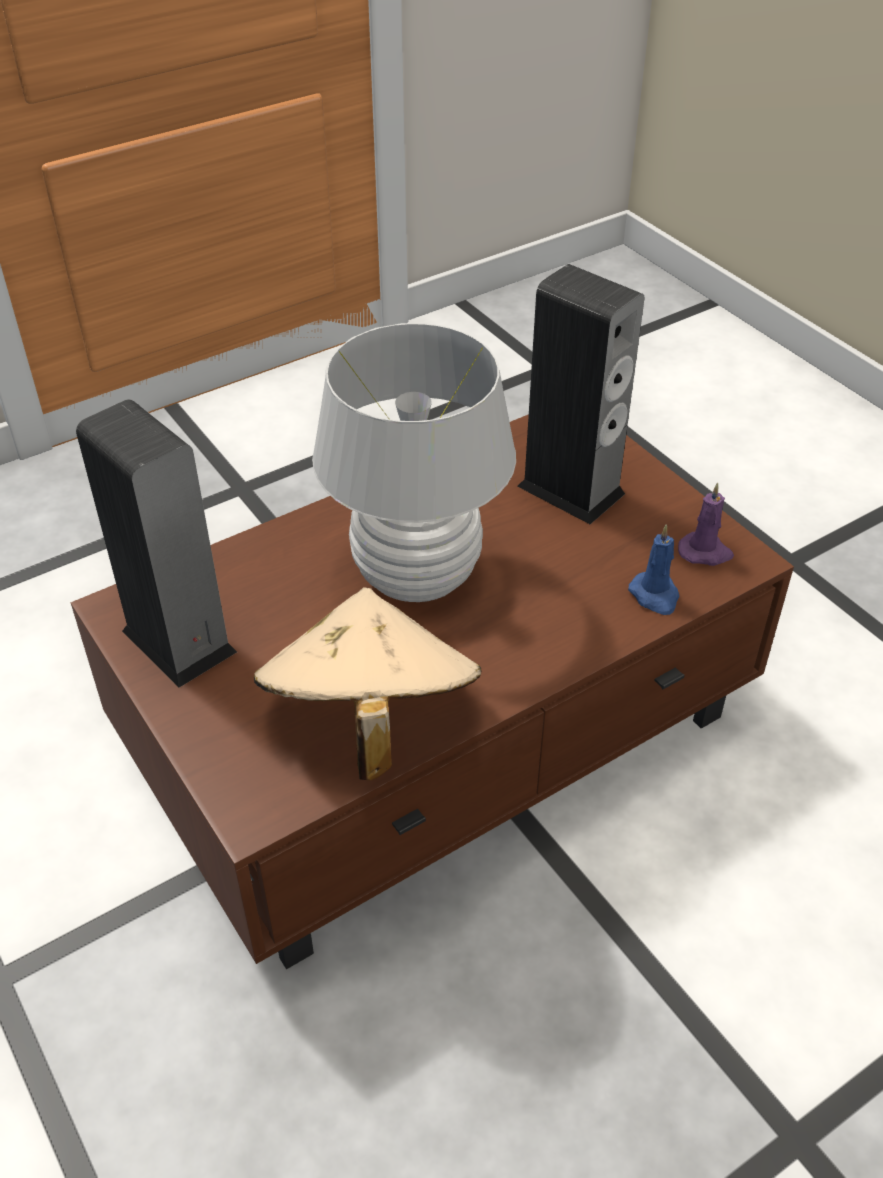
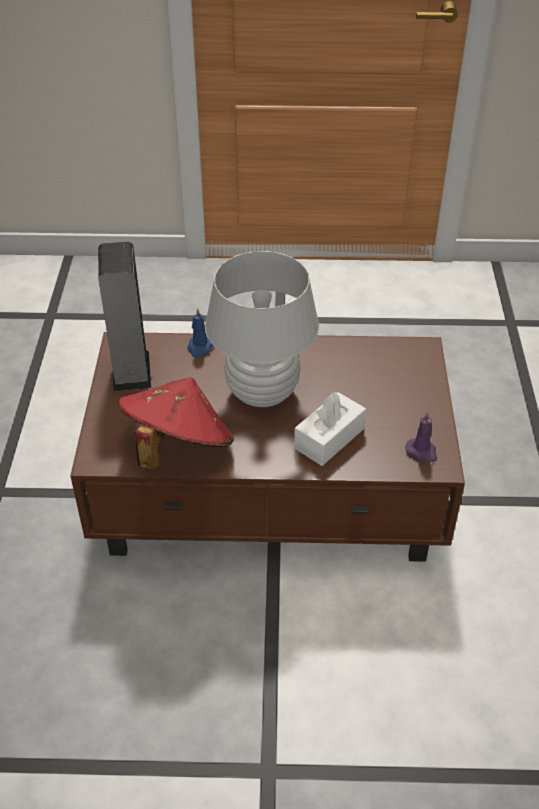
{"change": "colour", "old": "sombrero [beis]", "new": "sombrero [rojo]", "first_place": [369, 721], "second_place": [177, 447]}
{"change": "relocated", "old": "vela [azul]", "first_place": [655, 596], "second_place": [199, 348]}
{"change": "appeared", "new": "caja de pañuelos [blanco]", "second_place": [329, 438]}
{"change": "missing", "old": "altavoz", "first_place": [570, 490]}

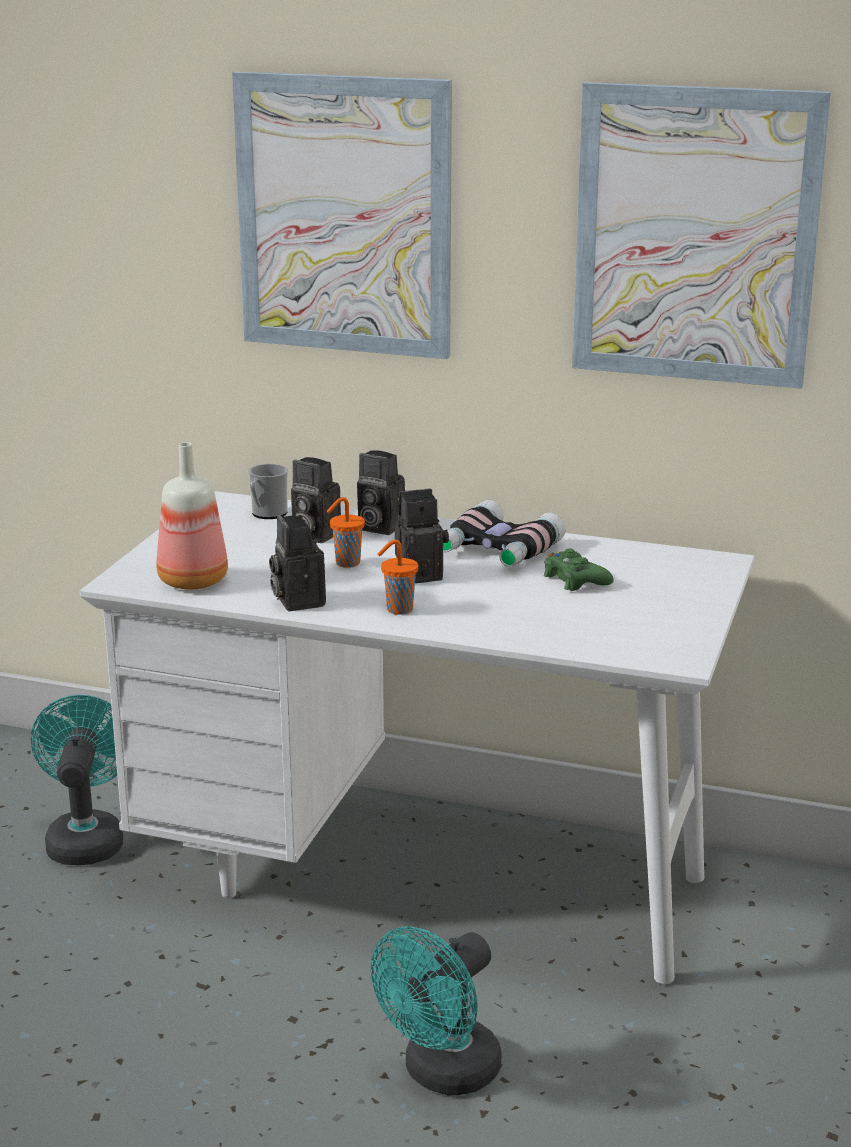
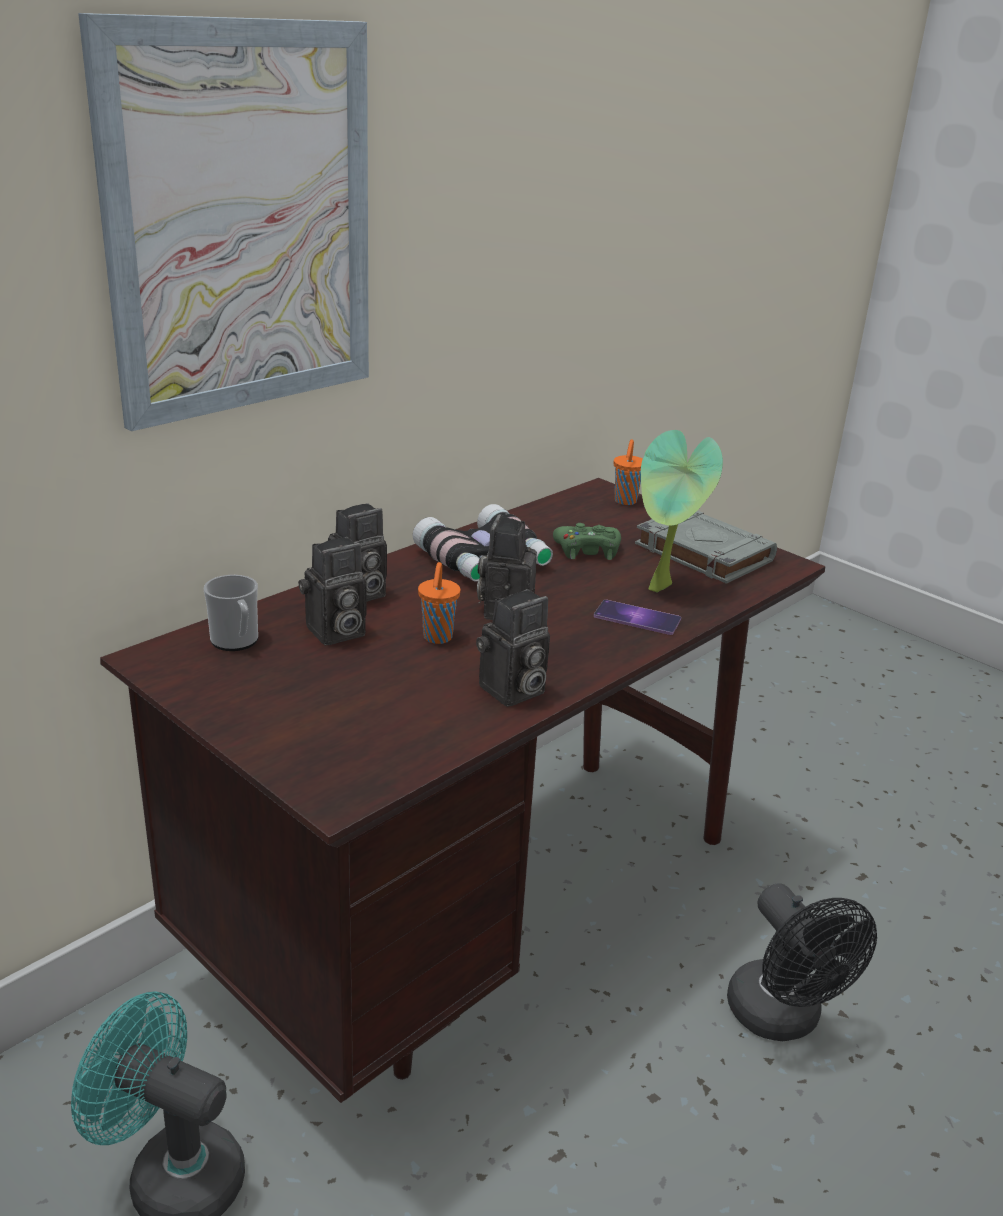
{"change": "colour", "old": "escritorio [blanco]", "new": "escritorio [marrón]", "first_place": [426, 879], "second_place": [483, 912]}
{"change": "spun", "old": "cámara", "first_place": [297, 600], "second_place": [511, 692], "degrees": -45}
{"change": "appeared", "new": "móvil", "second_place": [637, 618]}
{"change": "relocated", "old": "taza [naranja]", "first_place": [398, 610], "second_place": [625, 501]}
{"change": "appeared", "new": "libro [gris]", "second_place": [702, 552]}
{"change": "appeared", "new": "planta en maceta", "second_place": [662, 589]}
{"change": "colour", "old": "ventilador [turquesa]", "new": "ventilador [negro]", "first_place": [442, 1074], "second_place": [782, 1019]}
{"change": "missing", "old": "botella", "first_place": [190, 581]}
{"change": "missing", "old": "cuadro", "first_place": [695, 236]}

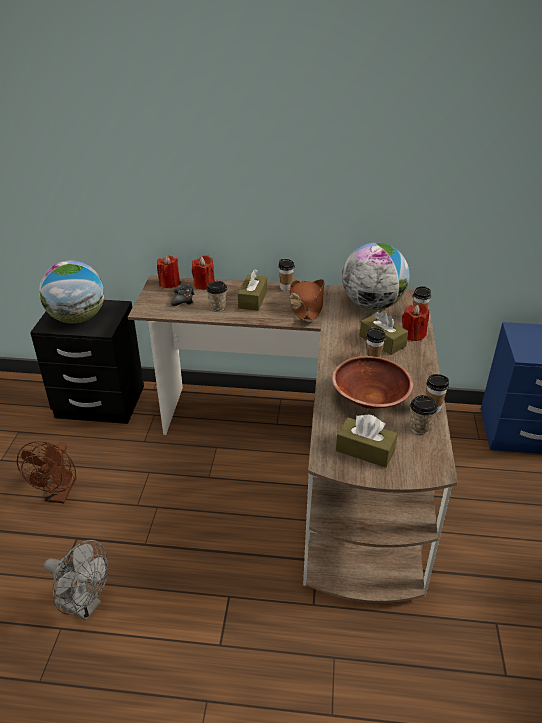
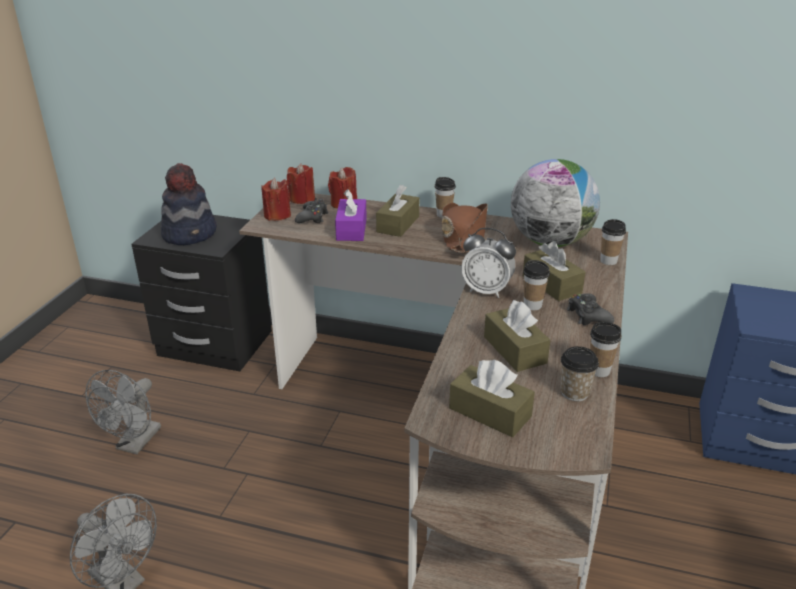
{"change": "colour", "old": "ventilador [marrón]", "new": "ventilador [gris]", "first_place": [59, 495], "second_place": [135, 444]}
{"change": "exchanged", "old": "globo terráqueo", "new": "sombrero", "first_place": [77, 318], "second_place": [190, 234]}
{"change": "relocated", "old": "vela [rojo]", "first_place": [413, 334], "second_place": [277, 215]}
{"change": "exchanged", "old": "taza", "new": "caja de pañuelos [morado]", "first_place": [218, 307], "second_place": [351, 229]}
{"change": "appeared", "new": "despertador", "second_place": [486, 291]}
{"change": "exchanged", "old": "cuenco [marrón]", "new": "caja de pañuelos [marrón]", "first_place": [369, 398], "second_place": [514, 350]}
{"change": "appeared", "new": "mando de consola [negro]", "second_place": [588, 315]}

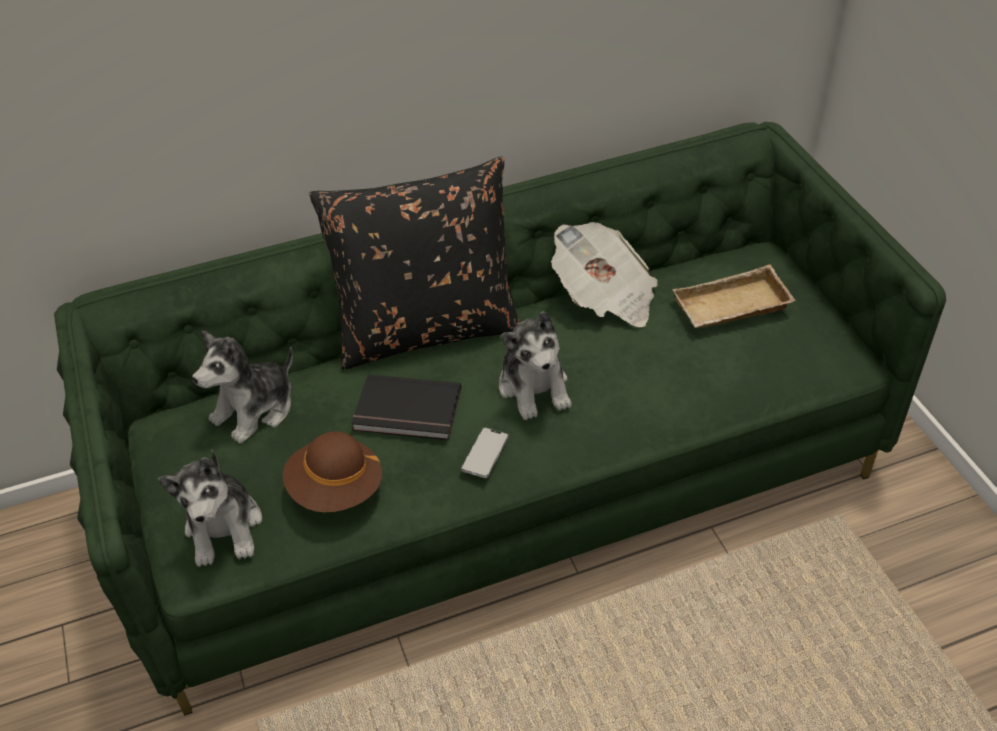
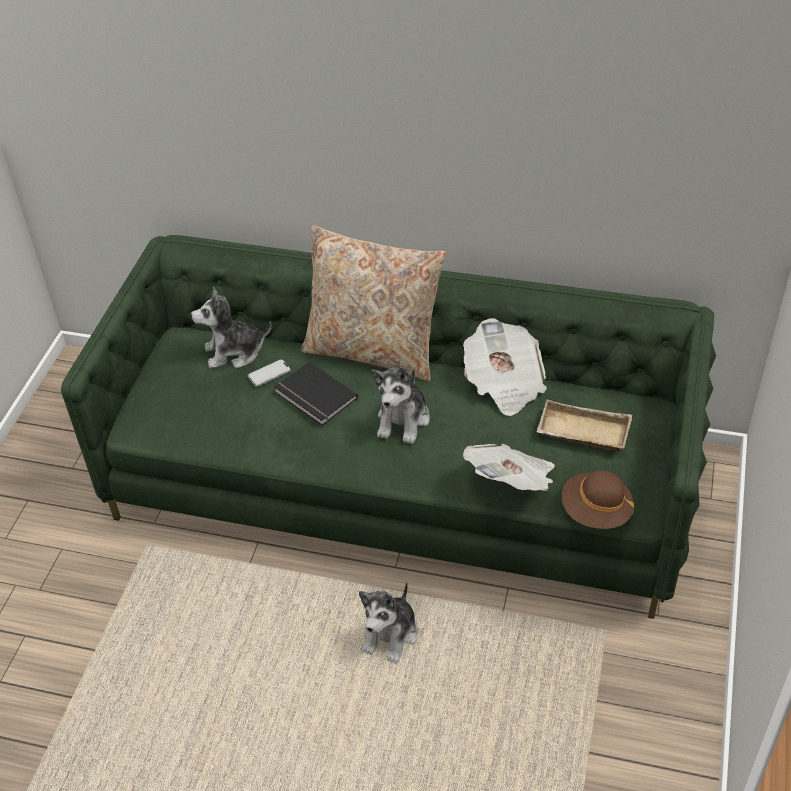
{"change": "relocated", "old": "móvil", "first_place": [485, 453], "second_place": [269, 373]}
{"change": "colour", "old": "cojín [negro]", "new": "cojín [beis]", "first_place": [427, 329], "second_place": [374, 351]}
{"change": "relocated", "old": "peluche", "first_place": [224, 527], "second_place": [391, 635]}
{"change": "appeared", "new": "periódico", "second_place": [512, 482]}
{"change": "relocated", "old": "sombrero [marrón]", "first_place": [336, 489], "second_place": [595, 512]}

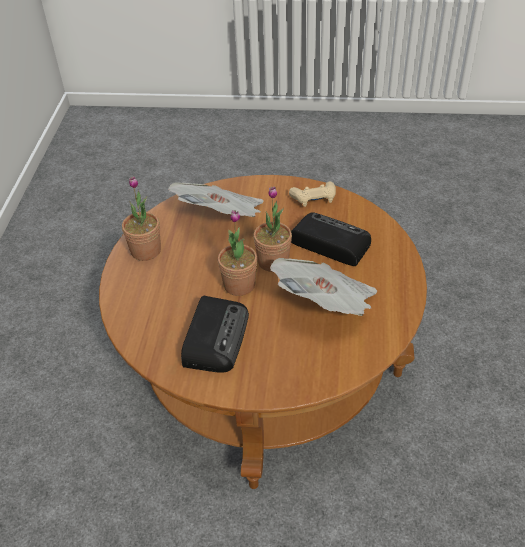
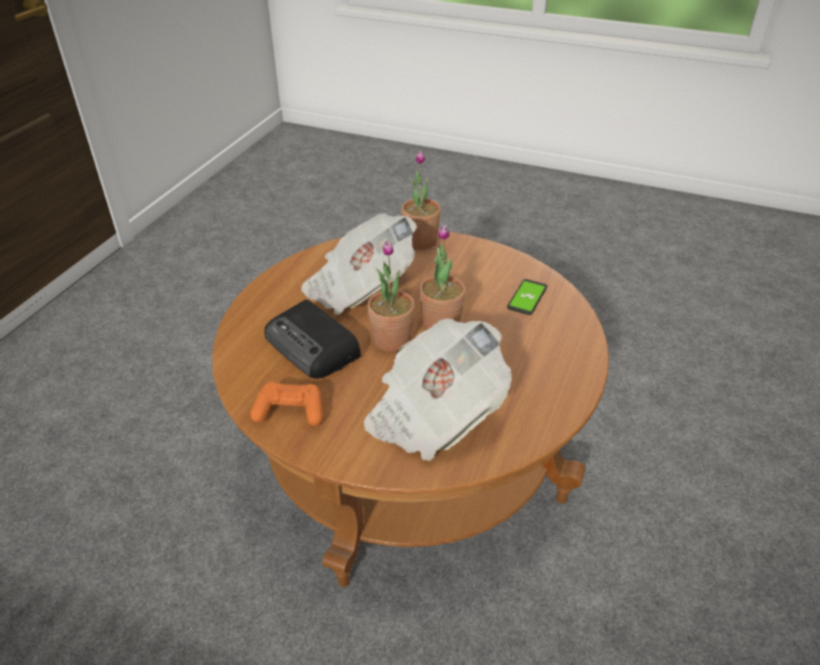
{"change": "colour", "old": "mando de consola [beis]", "new": "mando de consola [naranja]", "first_place": [314, 199], "second_place": [290, 411]}
{"change": "relocated", "old": "planta en maceta", "first_place": [146, 251], "second_place": [420, 241]}
{"change": "appeared", "new": "móvil", "second_place": [527, 297]}
{"change": "missing", "old": "radio", "first_place": [215, 337]}

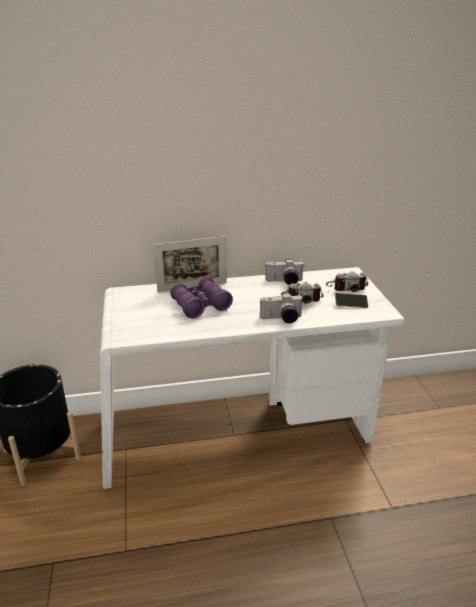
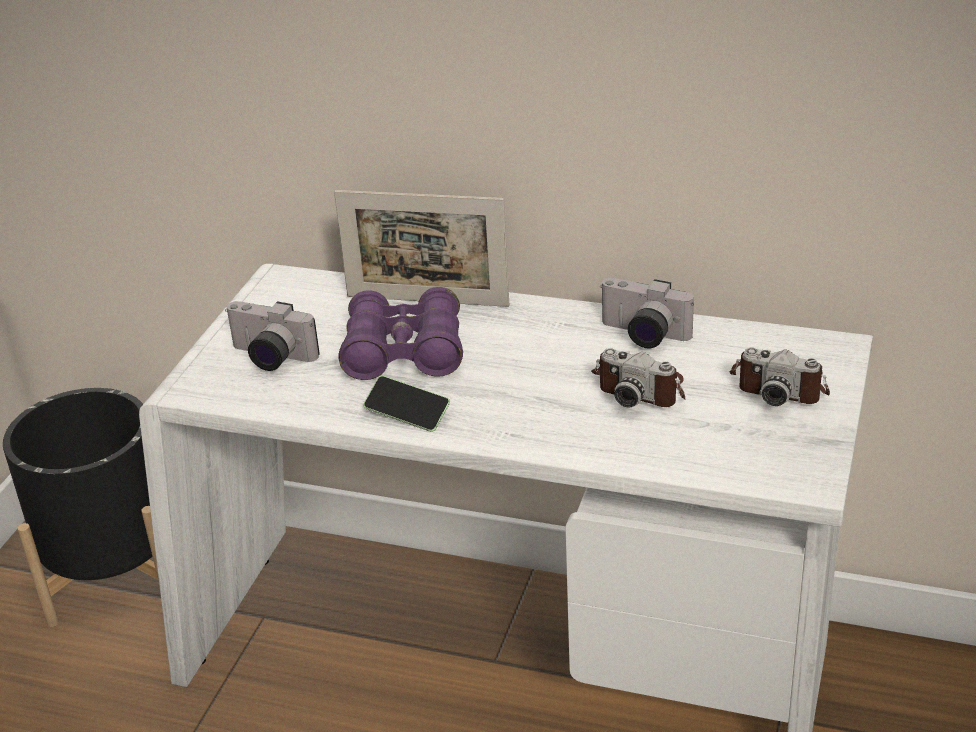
{"change": "relocated", "old": "cámara", "first_place": [281, 319], "second_place": [269, 358]}
{"change": "relocated", "old": "móvil", "first_place": [350, 304], "second_place": [407, 413]}

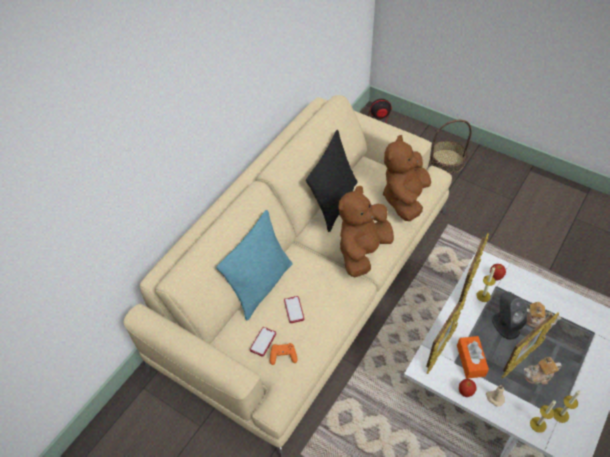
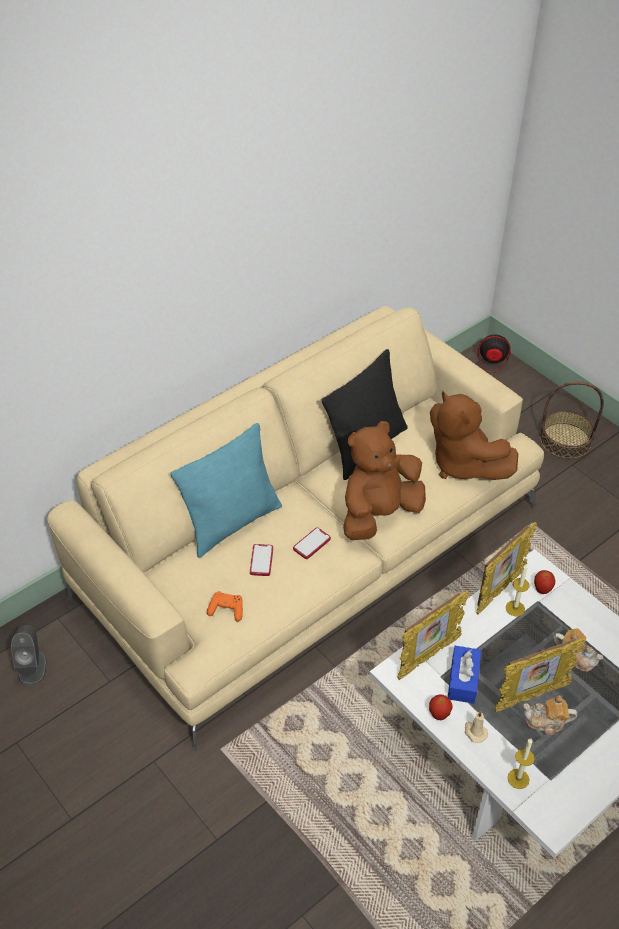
{"change": "relocated", "old": "altavoz [gris]", "first_place": [505, 324], "second_place": [32, 668]}
{"change": "relocated", "old": "móvil", "first_place": [263, 342], "second_place": [311, 544]}
{"change": "spun", "old": "peluche [marrón]", "first_place": [405, 198], "second_place": [462, 464], "degrees": -75}
{"change": "colour", "old": "caja de pañuelos [naranja]", "new": "caja de pañuelos [azul]", "first_place": [470, 360], "second_place": [463, 680]}
{"change": "missing", "old": "vela", "first_place": [560, 415]}

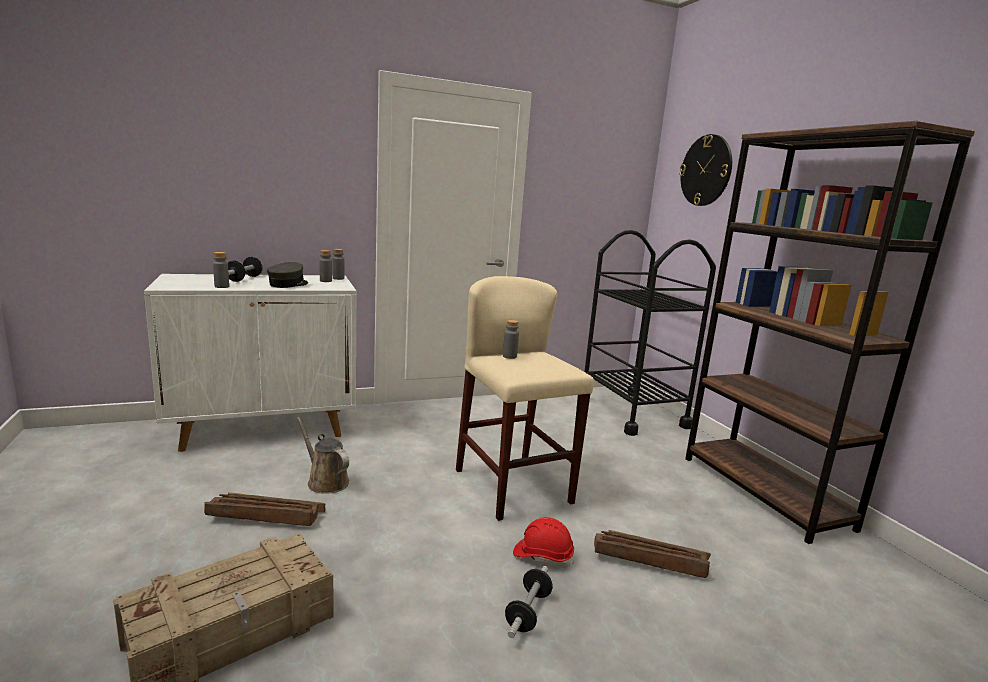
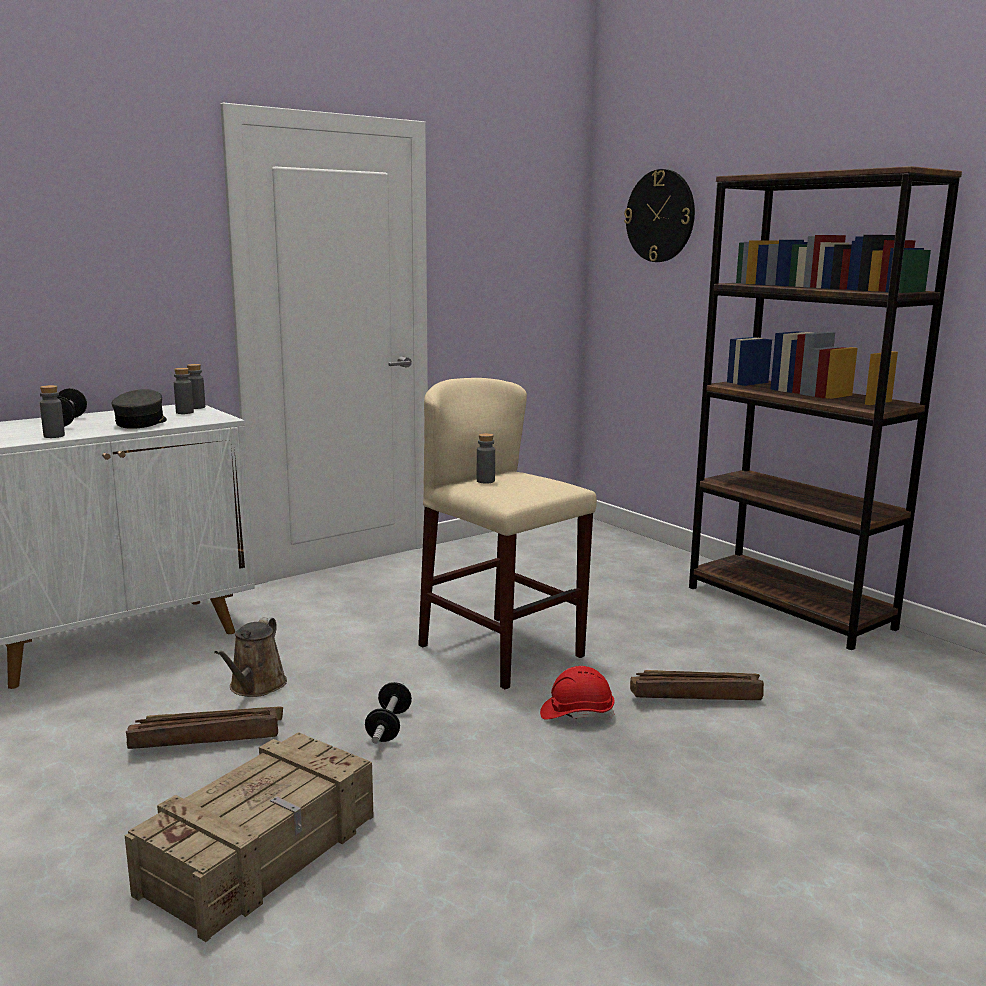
{"change": "spun", "old": "regadera [marrón]", "first_place": [325, 481], "second_place": [255, 687], "degrees": -105}
{"change": "relocated", "old": "mancuerna", "first_place": [528, 612], "second_place": [389, 726]}
{"change": "missing", "old": "carrito [negro]", "first_place": [632, 412]}

